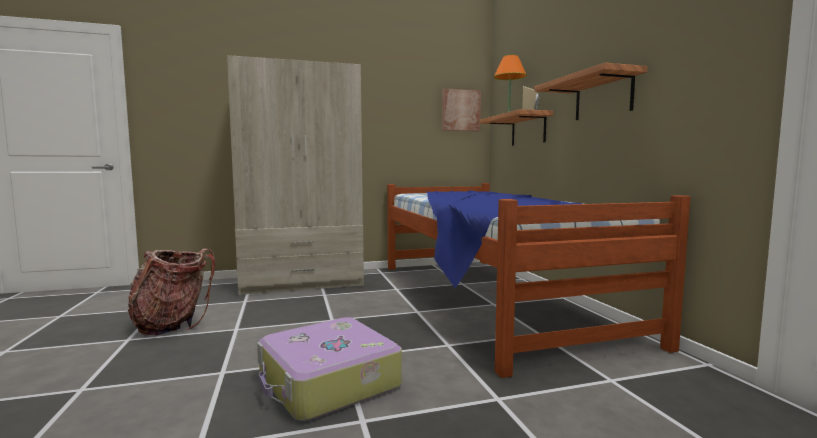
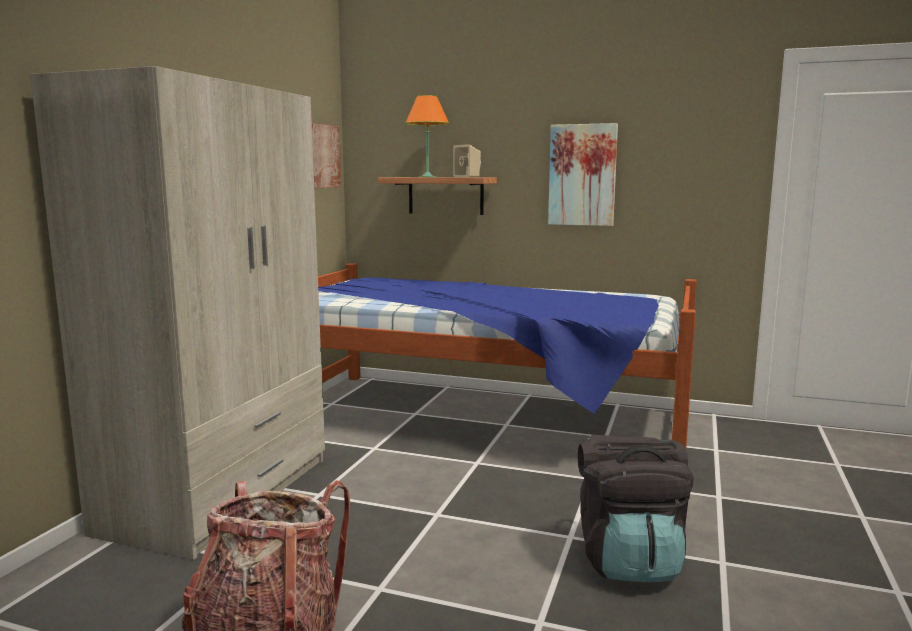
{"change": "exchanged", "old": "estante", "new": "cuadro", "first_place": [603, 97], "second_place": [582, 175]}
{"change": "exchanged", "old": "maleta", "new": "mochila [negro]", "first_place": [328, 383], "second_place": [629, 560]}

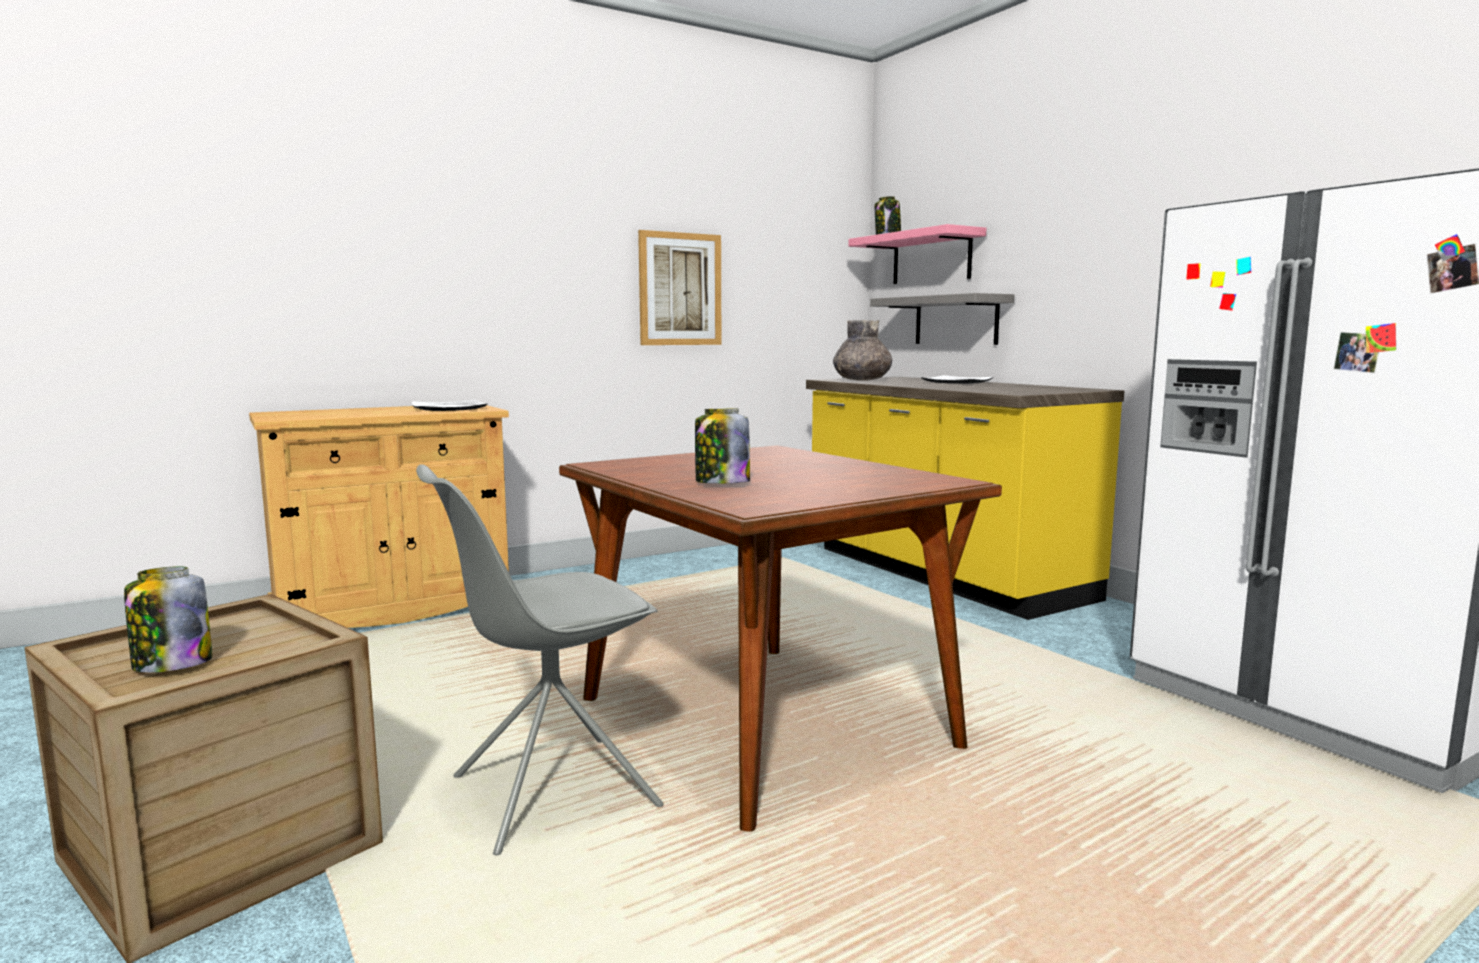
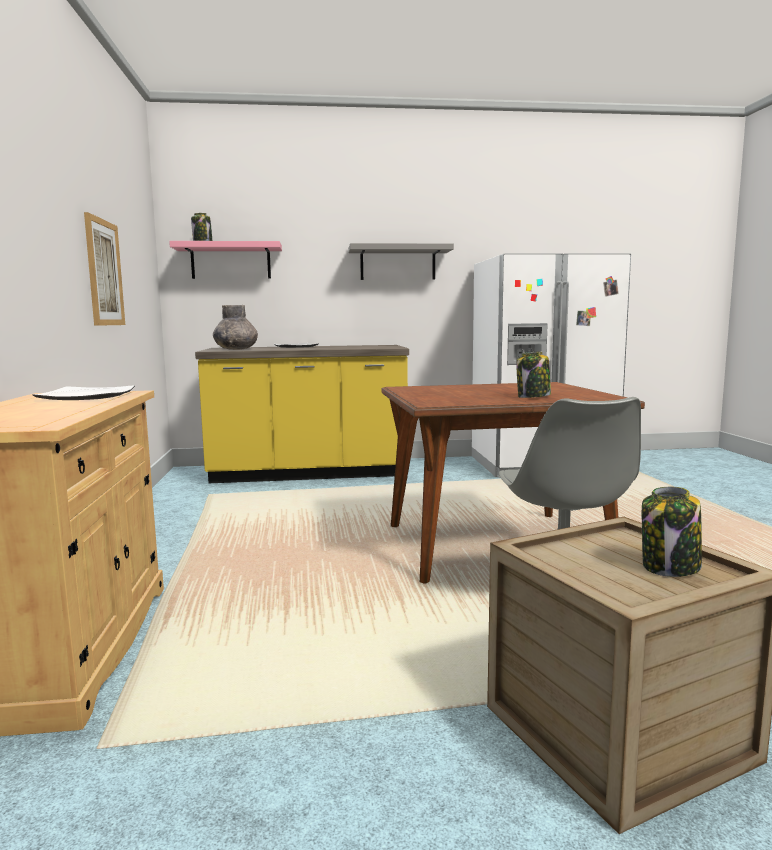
{"change": "relocated", "old": "estante [gris]", "first_place": [956, 320], "second_place": [397, 263]}

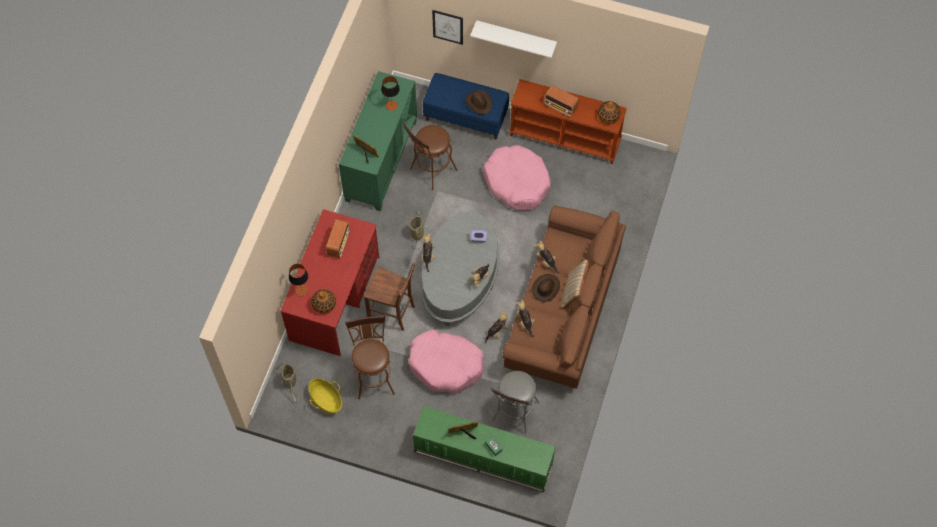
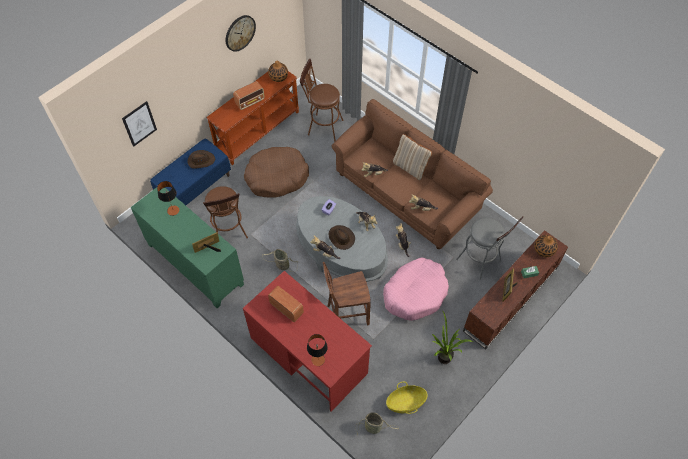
{"change": "appeared", "new": "reloj de pared", "second_place": [240, 33]}
{"change": "colour", "old": "cama para perro [rosa]", "new": "cama para perro [marrón]", "first_place": [517, 182], "second_place": [276, 177]}
{"change": "relocated", "old": "taburete [marrón]", "first_place": [373, 376], "second_place": [322, 127]}
{"change": "spun", "old": "silla [marrón]", "first_place": [392, 313], "second_place": [346, 314], "degrees": -150}
{"change": "relocated", "old": "sombrero [marrón]", "first_place": [546, 288], "second_place": [341, 238]}
{"change": "appeared", "new": "planta en maceta", "second_place": [442, 360]}
{"change": "colour", "old": "mueble de televisión [verde]", "new": "mueble de televisión [marrón]", "first_place": [482, 458], "second_place": [511, 300]}
{"change": "relocated", "old": "florero", "first_place": [324, 305], "second_place": [544, 250]}
{"change": "missing", "old": "estante [blanco]", "first_place": [516, 36]}

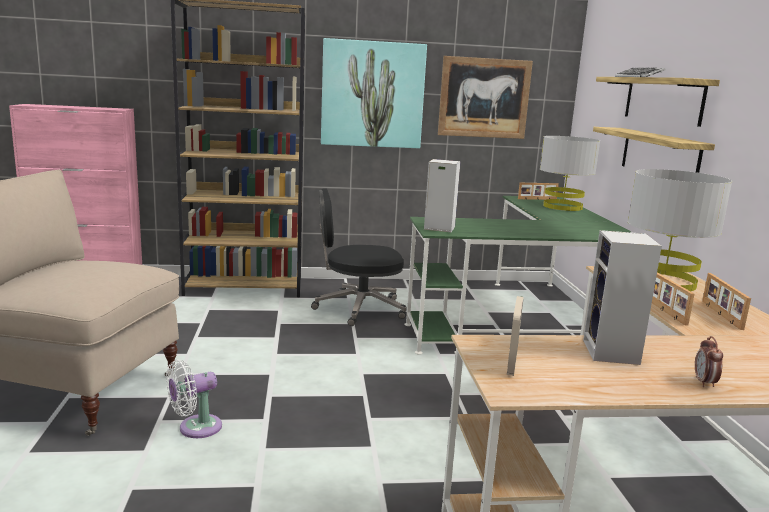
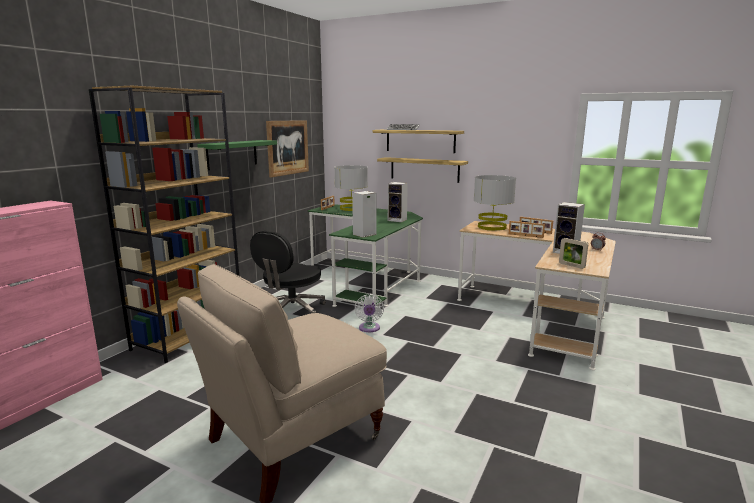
{"change": "exchanged", "old": "cuadro", "new": "estante [verde]", "first_place": [372, 94], "second_place": [232, 154]}
{"change": "relocated", "old": "ventilador [blanco]", "first_place": [195, 428], "second_place": [369, 329]}
{"change": "appeared", "new": "altavoz", "second_place": [398, 220]}

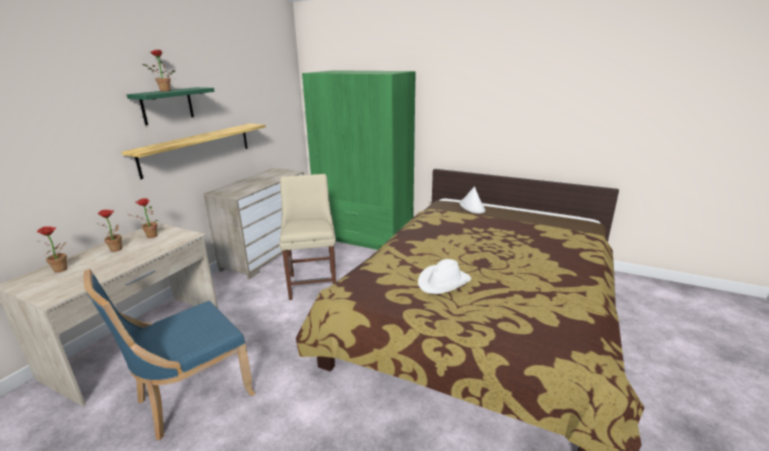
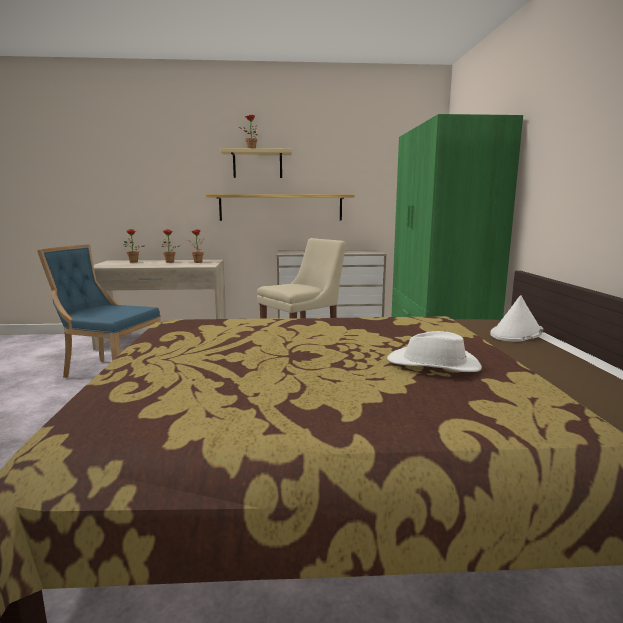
{"change": "colour", "old": "estante [verde]", "new": "estante [beis]", "first_place": [167, 105], "second_place": [257, 164]}
{"change": "relocated", "old": "sombrero [blanco]", "first_place": [443, 282], "second_place": [433, 364]}

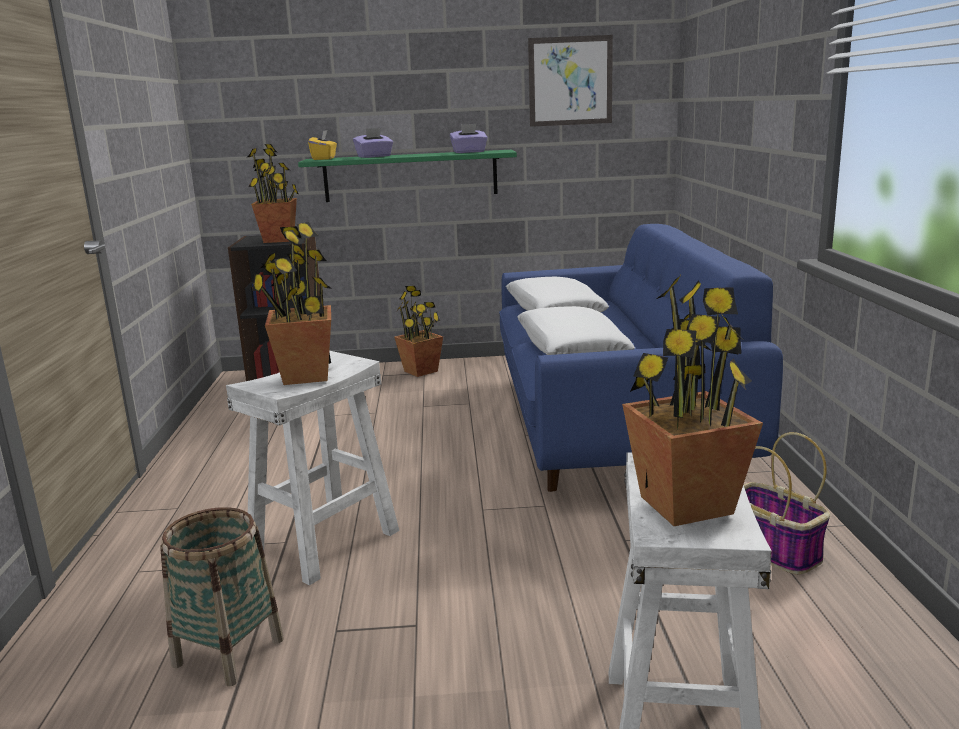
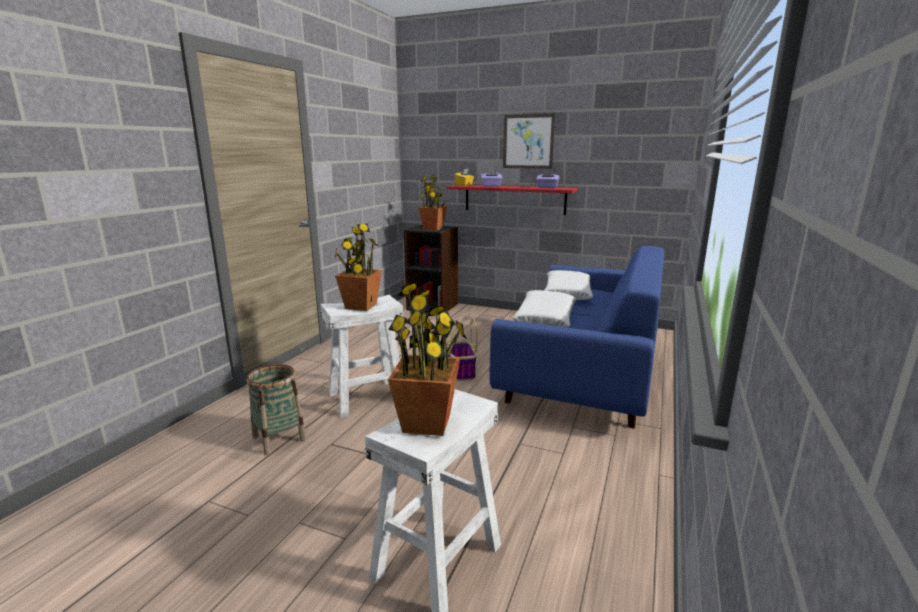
{"change": "colour", "old": "estante [verde]", "new": "estante [rojo]", "first_place": [410, 176], "second_place": [514, 199]}
{"change": "relocated", "old": "cesta", "first_place": [772, 550], "second_place": [461, 371]}
{"change": "relocated", "old": "cuadro", "first_place": [570, 81], "second_place": [528, 141]}
{"change": "missing", "old": "planta en maceta", "first_place": [421, 371]}

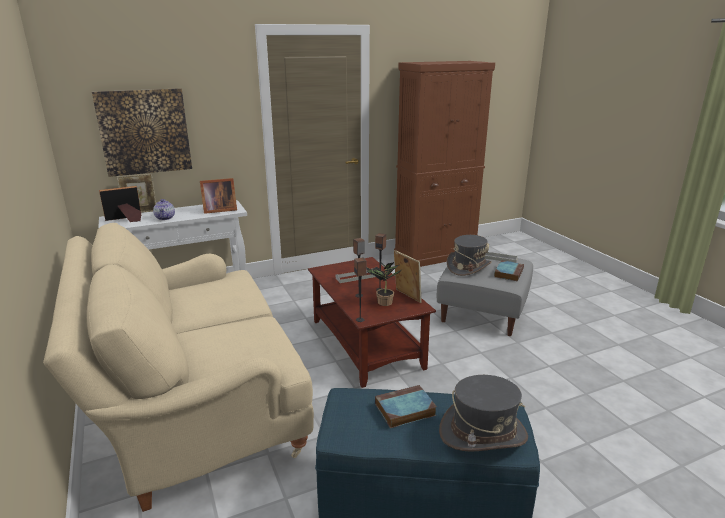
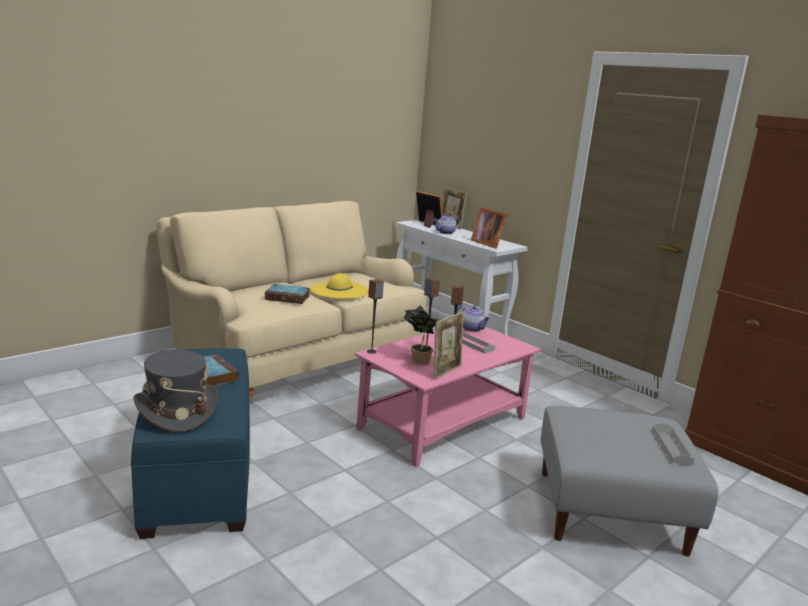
{"change": "relocated", "old": "libro", "first_place": [508, 273], "second_place": [288, 297]}
{"change": "appeared", "new": "sombrero [amarillo]", "second_place": [339, 290]}
{"change": "colour", "old": "mesa de centro [marrón]", "new": "mesa de centro [rosa]", "first_place": [365, 343], "second_place": [443, 422]}
{"change": "appeared", "new": "tetera", "second_place": [472, 328]}
{"change": "missing", "old": "cuadro", "first_place": [144, 132]}
{"change": "missing", "old": "sombrero [gris]", "first_place": [468, 267]}

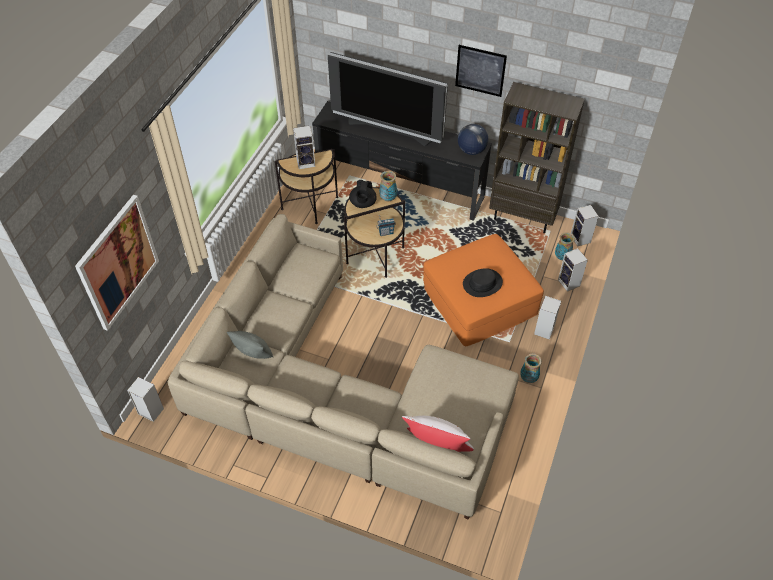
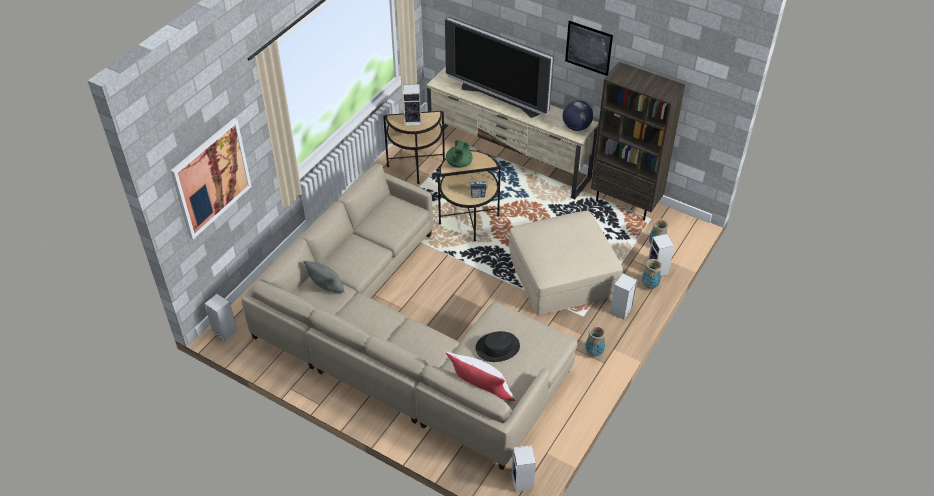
{"change": "colour", "old": "mueble de televisión [negro]", "new": "mueble de televisión [beis]", "first_place": [400, 187], "second_place": [509, 159]}
{"change": "colour", "old": "tetera [negro]", "new": "tetera [verde]", "first_place": [363, 203], "second_place": [459, 164]}
{"change": "relocated", "old": "sombrero [negro]", "first_place": [482, 283], "second_place": [497, 347]}
{"change": "colour", "old": "puf [naranja]", "new": "puf [beis]", "first_place": [480, 300], "second_place": [563, 274]}
{"change": "relocated", "old": "altavoz", "first_place": [581, 239], "second_place": [523, 482]}
{"change": "relocated", "old": "florero", "first_place": [388, 199], "second_place": [649, 286]}

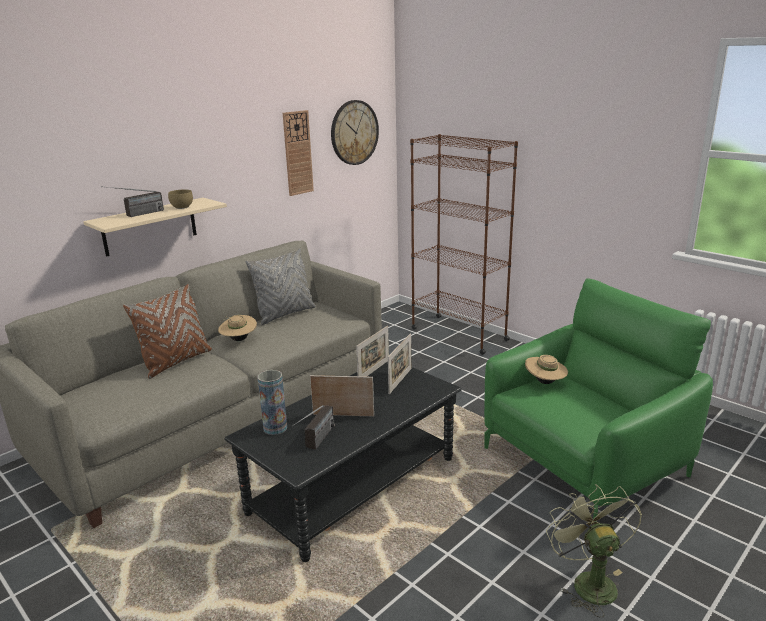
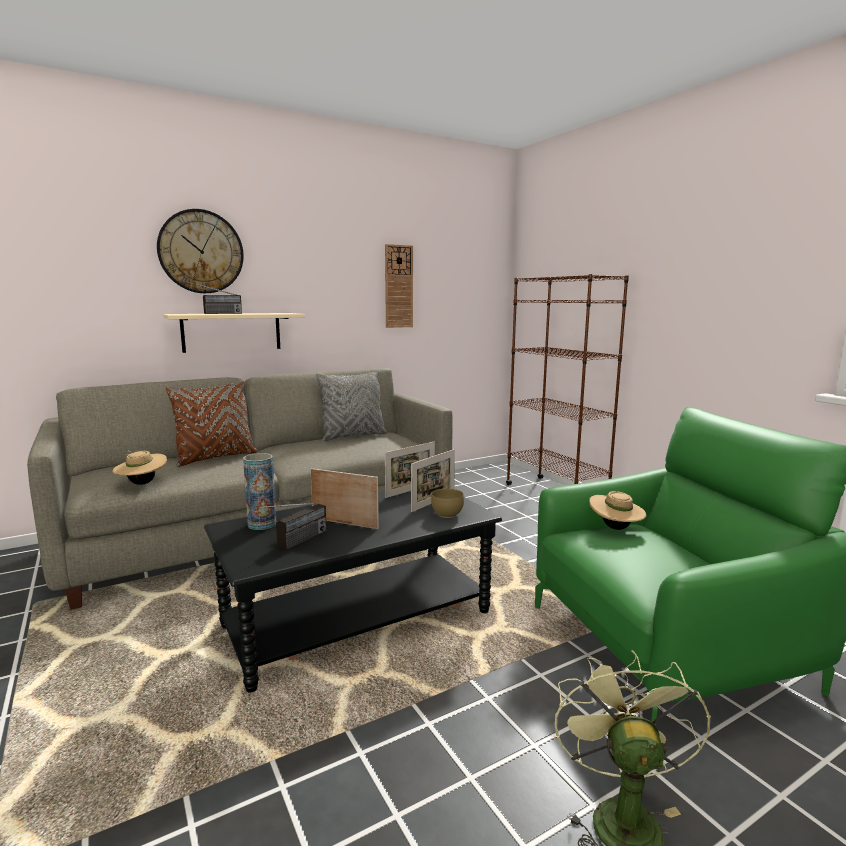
{"change": "relocated", "old": "sombrero [beis]", "first_place": [239, 340], "second_place": [142, 483]}
{"change": "relocated", "old": "reloj de pared", "first_place": [354, 132], "second_place": [201, 252]}
{"change": "relocated", "old": "cuenco [marrón]", "first_place": [181, 207], "second_place": [446, 515]}

